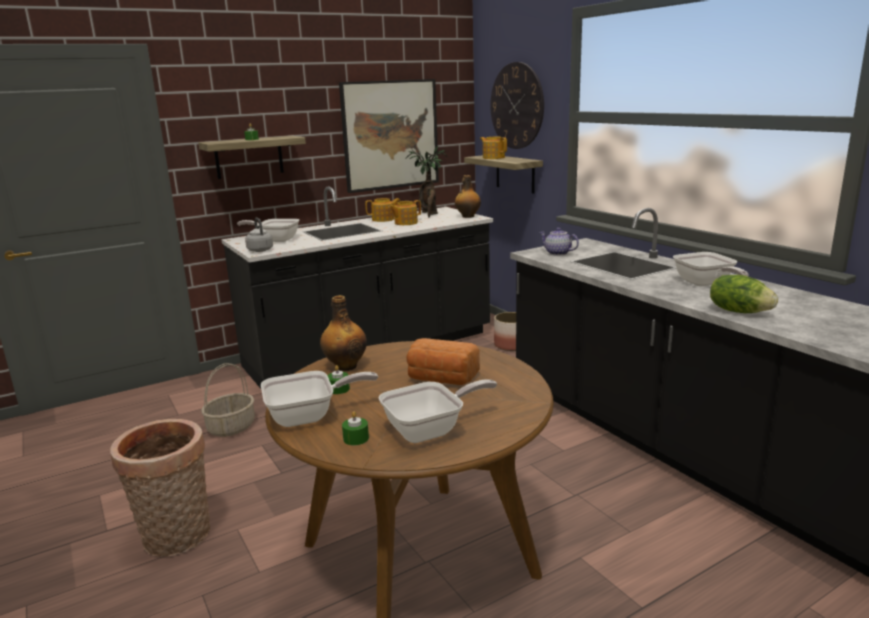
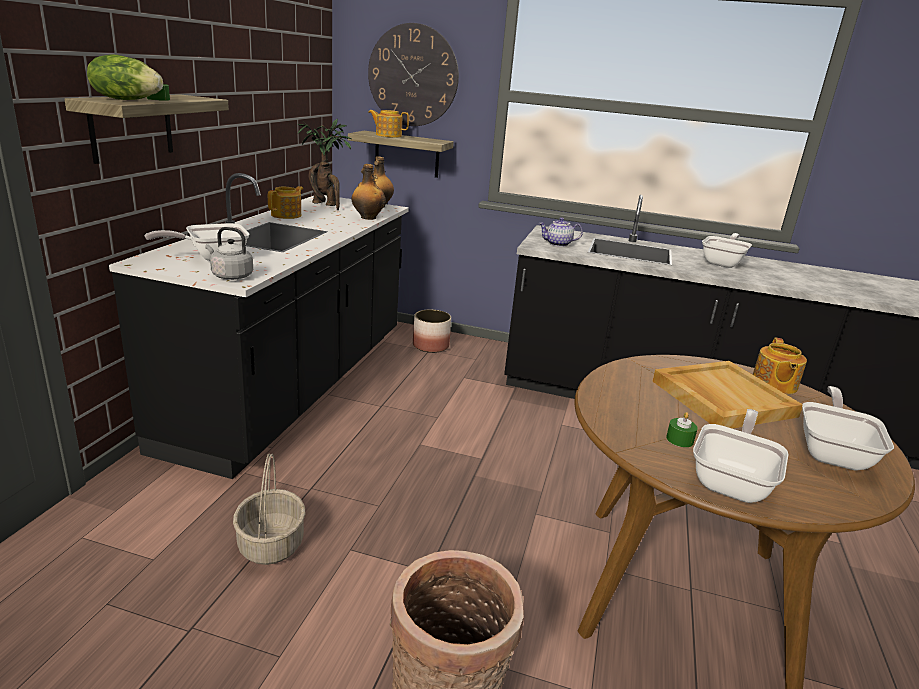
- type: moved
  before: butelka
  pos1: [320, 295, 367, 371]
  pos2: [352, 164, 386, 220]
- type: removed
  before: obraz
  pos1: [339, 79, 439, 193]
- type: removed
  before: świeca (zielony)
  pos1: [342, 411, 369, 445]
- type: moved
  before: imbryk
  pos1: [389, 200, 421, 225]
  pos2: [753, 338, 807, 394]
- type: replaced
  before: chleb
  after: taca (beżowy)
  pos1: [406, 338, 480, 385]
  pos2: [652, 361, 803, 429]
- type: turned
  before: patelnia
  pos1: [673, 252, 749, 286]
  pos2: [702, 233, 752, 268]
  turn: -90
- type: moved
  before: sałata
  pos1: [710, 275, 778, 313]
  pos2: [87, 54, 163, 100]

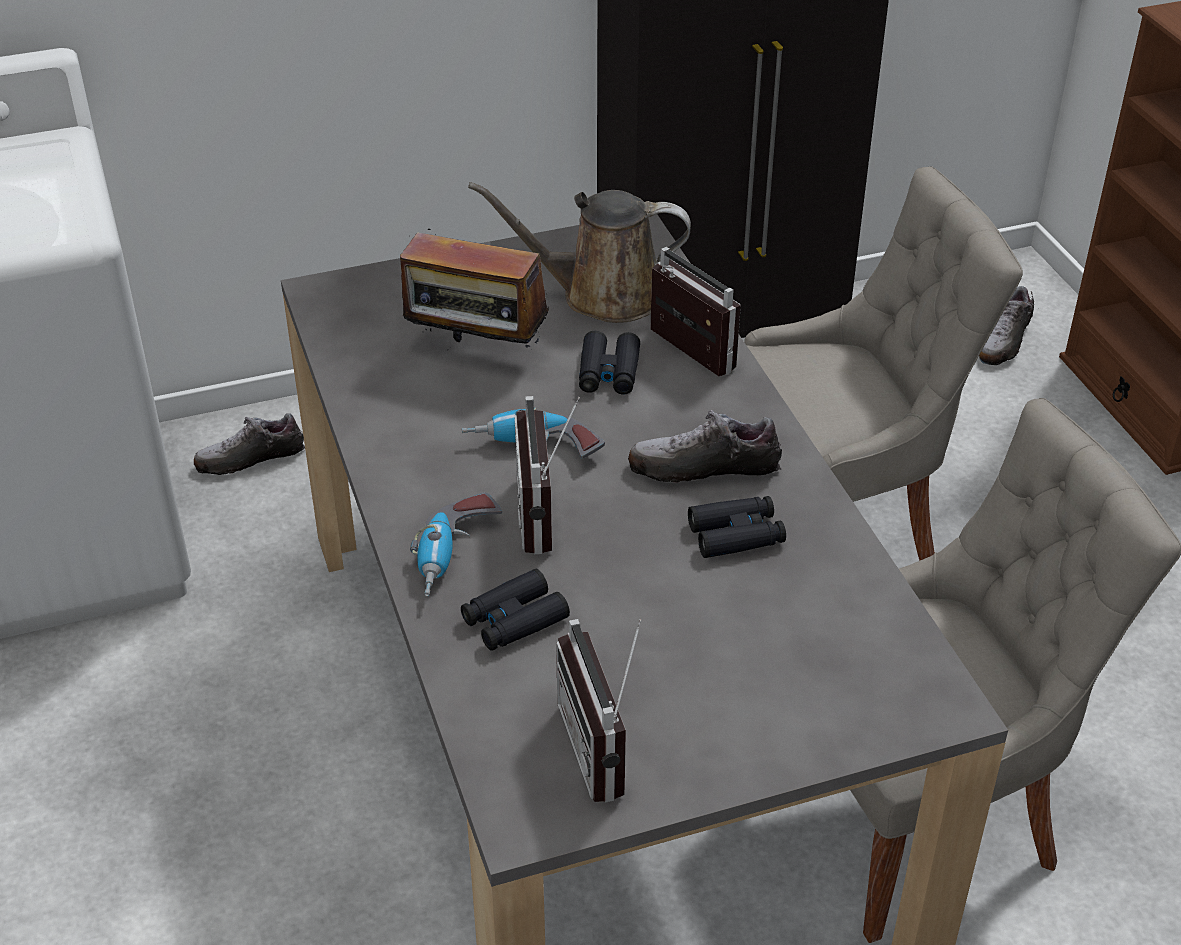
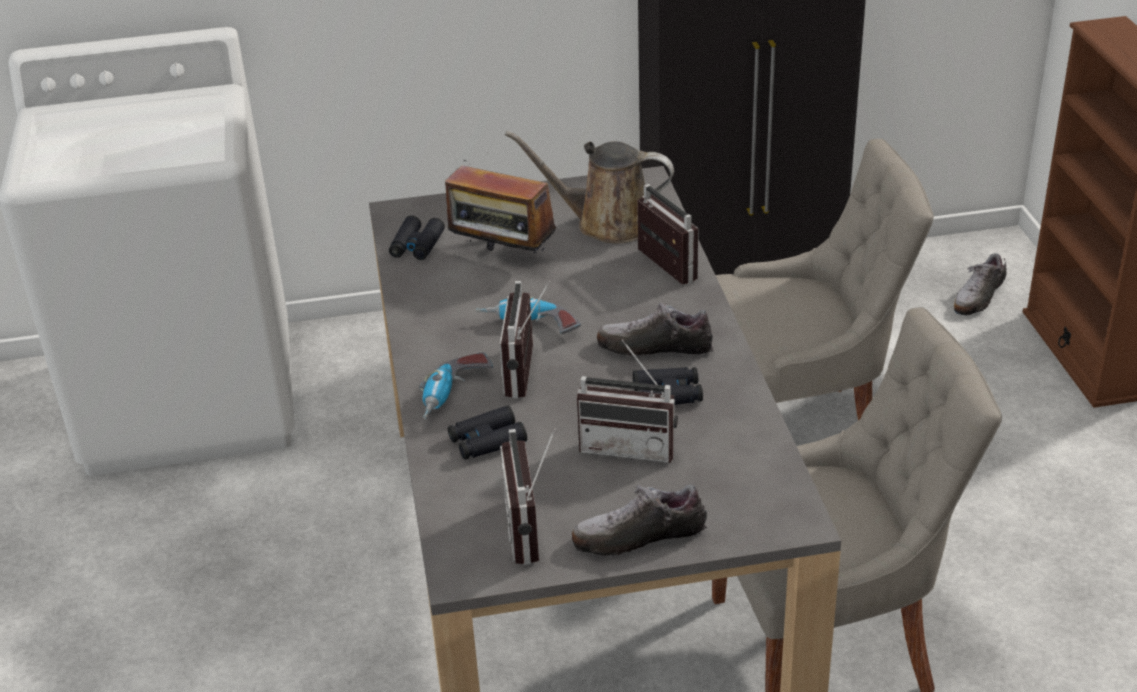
- type: moved
  before: but
  pos1: [194, 413, 305, 475]
  pos2: [572, 484, 707, 556]
- type: moved
  before: lornetka (czarny)
  pos1: [579, 331, 640, 395]
  pos2: [389, 215, 445, 260]
- type: added
  after: radio
  pos2: [577, 339, 678, 463]

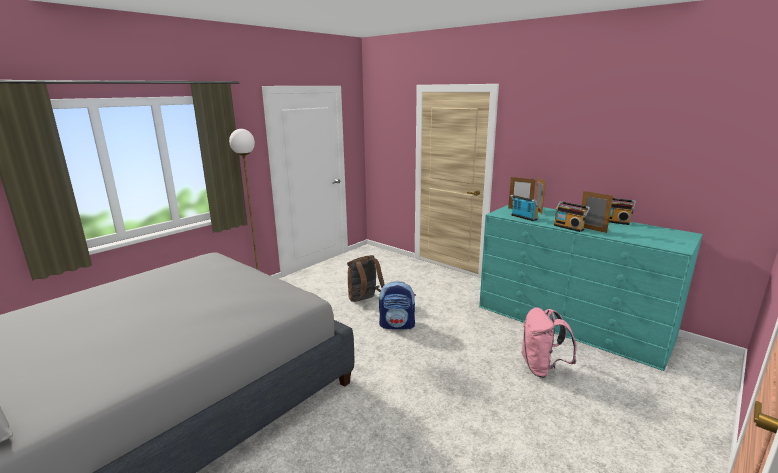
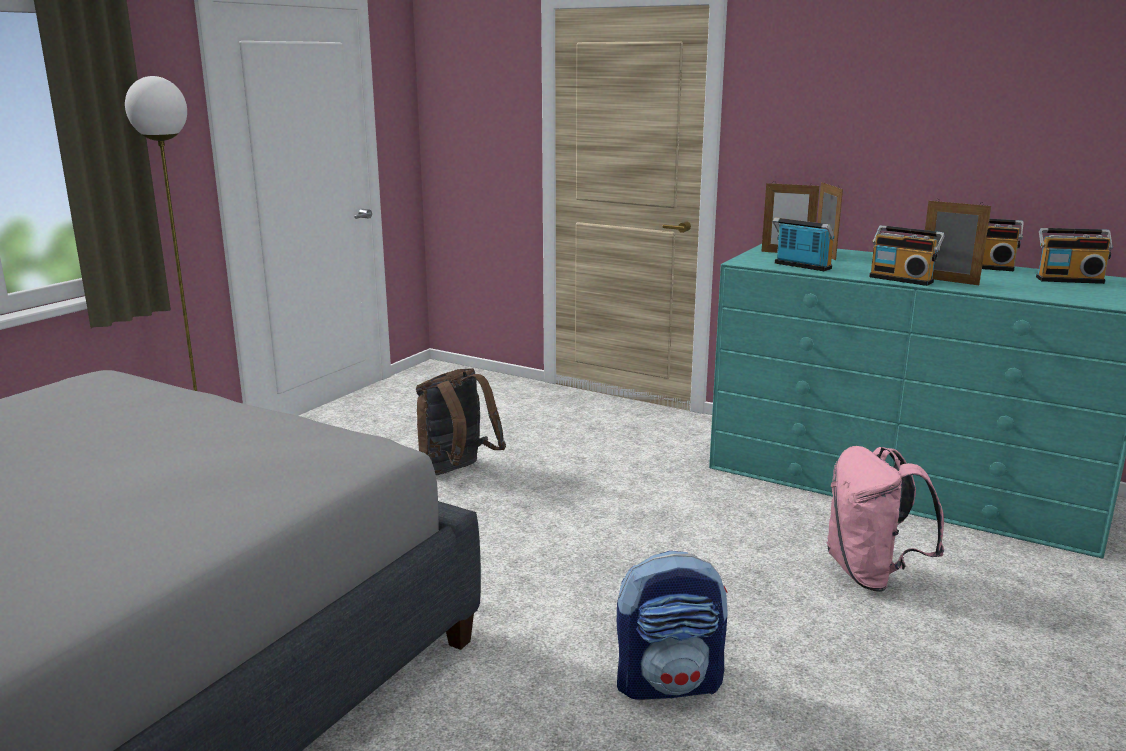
- type: moved
  before: plecak
  pos1: [379, 281, 416, 329]
  pos2: [617, 551, 728, 699]
- type: added
  after: radio
  pos2: [1036, 228, 1113, 284]

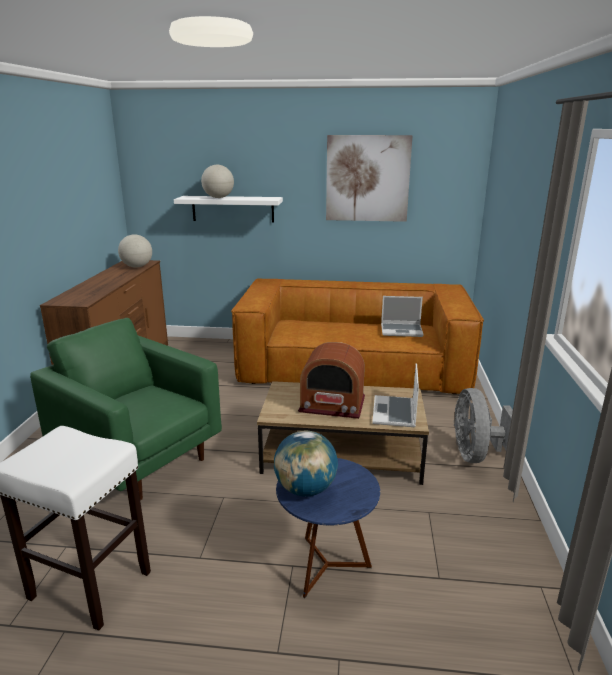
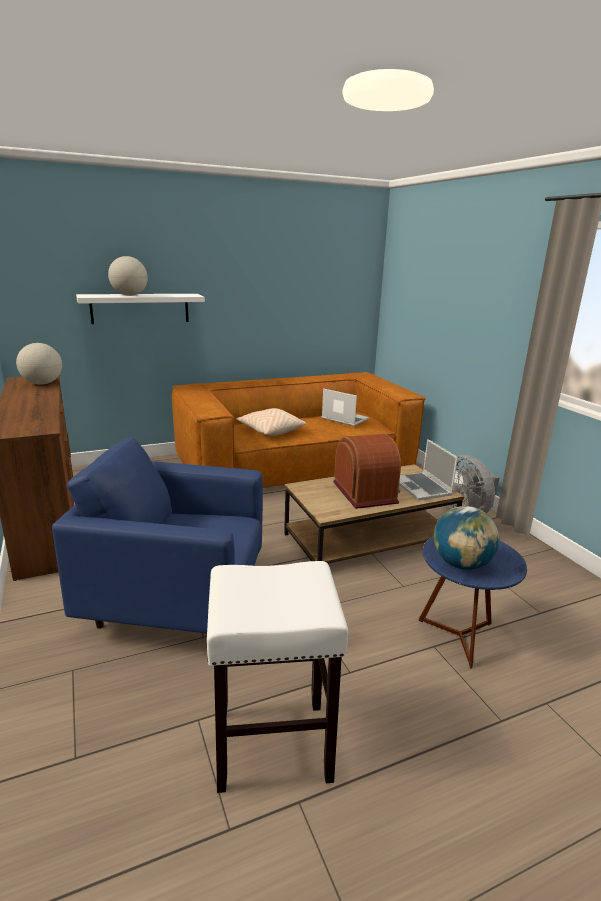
- type: recoloured
  before: fotel (zielony)
  after: fotel (niebieski)
  pos1: [30, 318, 222, 500]
  pos2: [52, 438, 263, 633]
- type: turned
  before: radio
  pos1: [298, 342, 365, 419]
  pos2: [333, 434, 401, 509]
  turn: -90
- type: removed
  before: obraz
  pos1: [326, 135, 413, 222]
- type: turned
  before: laptop
  pos1: [381, 296, 424, 337]
  pos2: [322, 388, 369, 426]
  turn: -120
- type: added
  after: poduszka (beżowy)
  pos2: [236, 408, 306, 436]

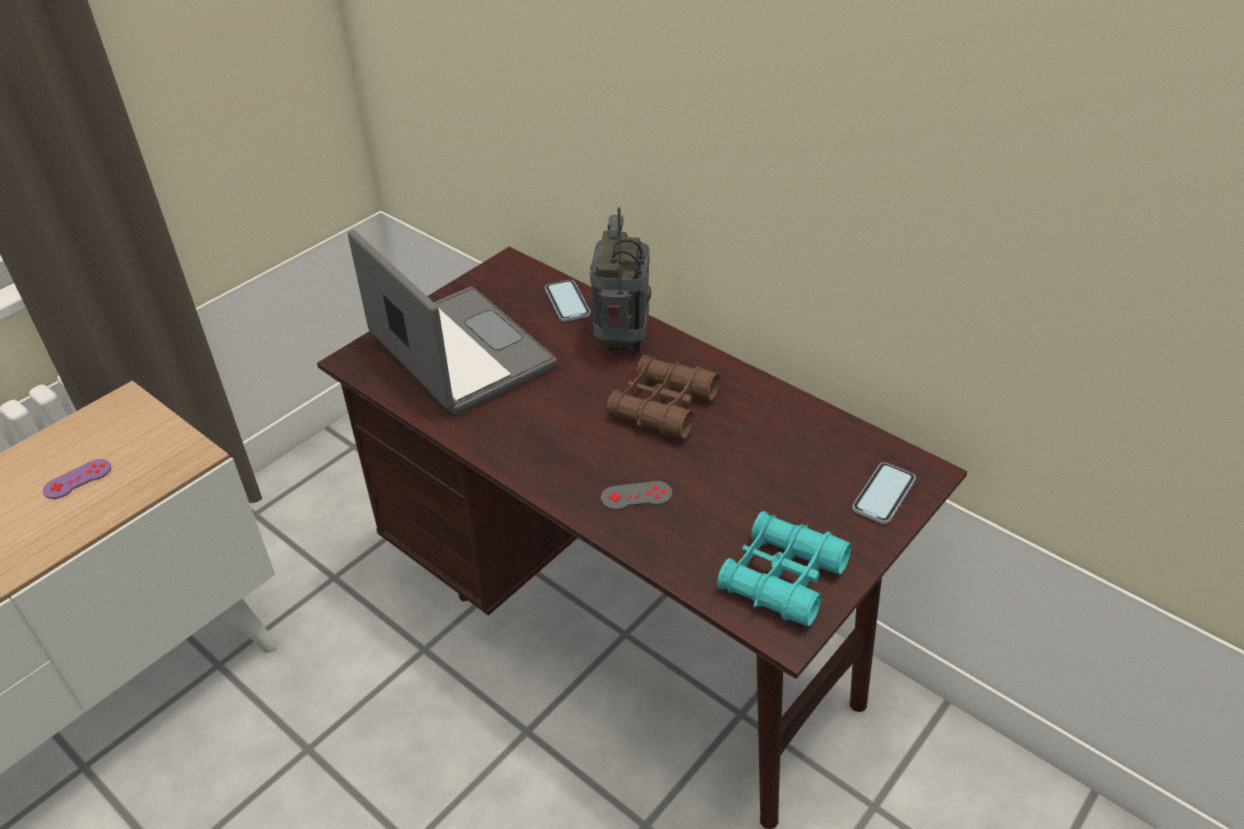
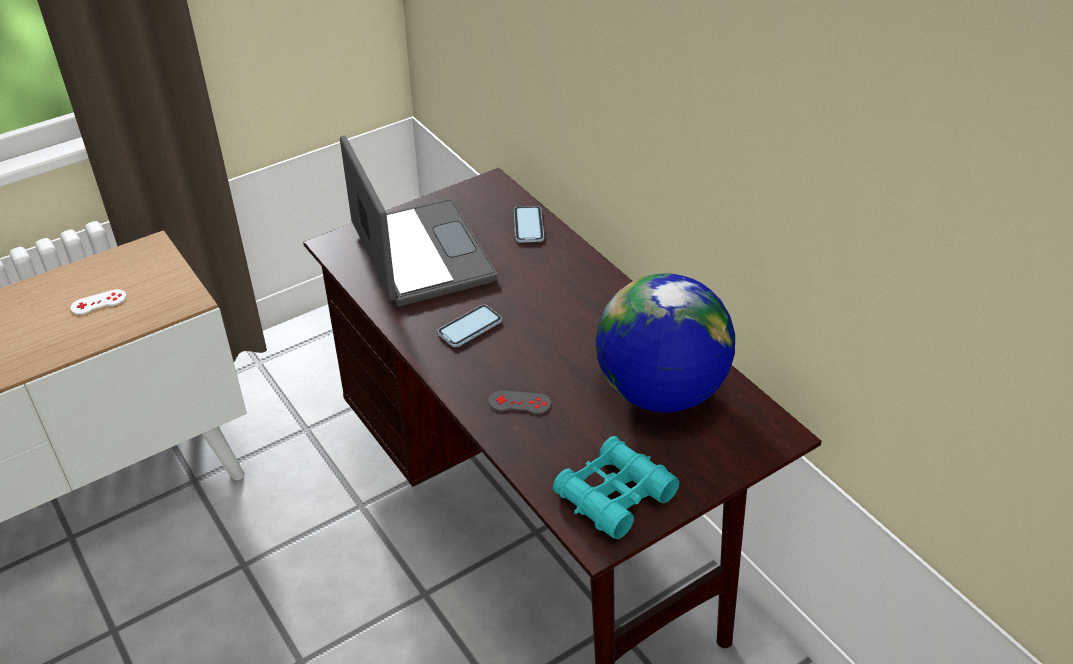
- type: recoloured
  before: pad do gier (fioletowy)
  after: pad do gier (biały)
  pos1: [43, 459, 111, 499]
  pos2: [71, 289, 127, 315]
- type: removed
  before: radio
  pos1: [590, 207, 651, 353]
- type: removed
  before: lornetka (brązowy)
  pos1: [606, 355, 720, 438]
- type: moved
  before: telefon
  pos1: [852, 462, 916, 524]
  pos2: [438, 304, 502, 347]
- type: added
  after: globus
  pos2: [595, 273, 735, 413]

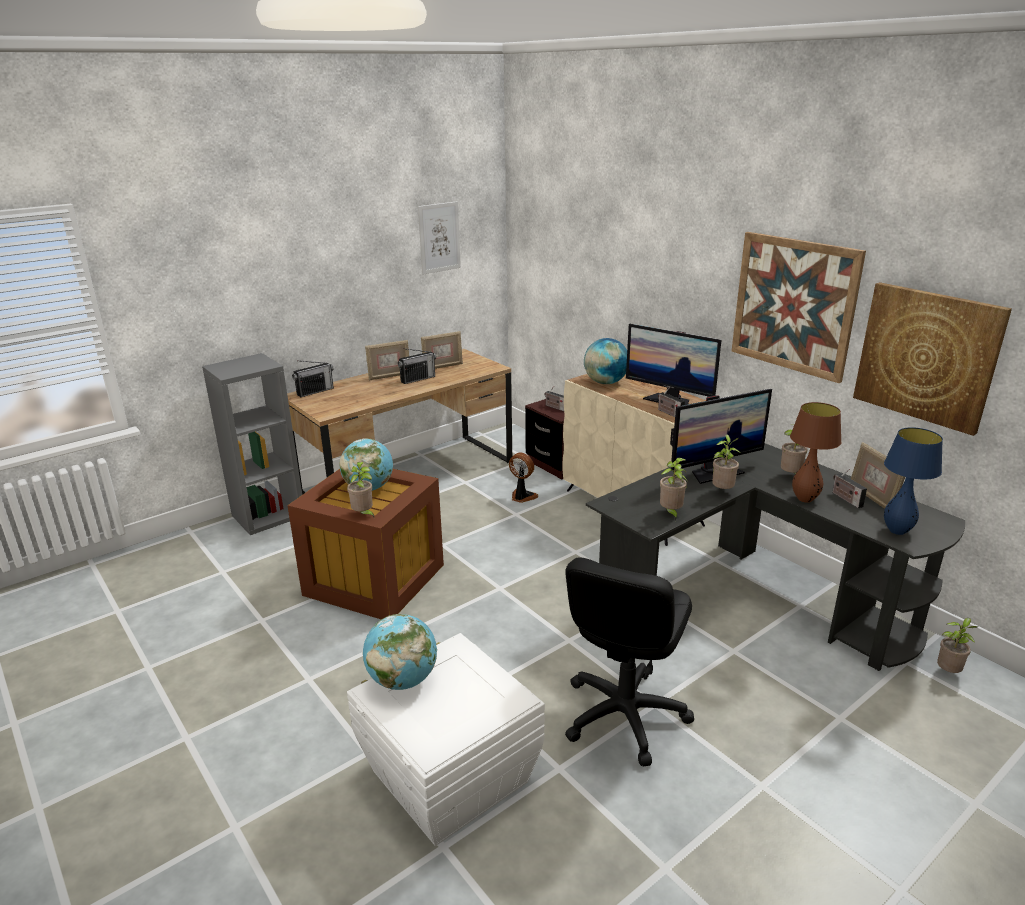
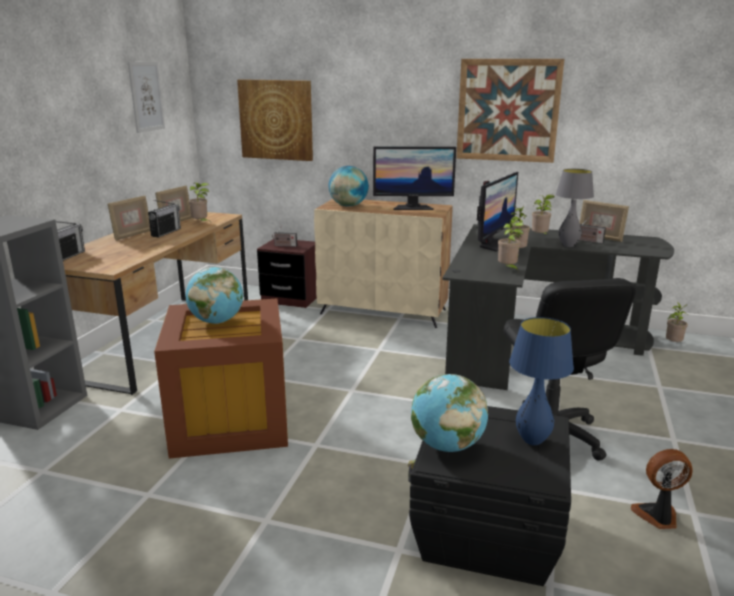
- type: moved
  before: roślina doniczkowa
  pos1: [347, 462, 375, 519]
  pos2: [189, 183, 209, 221]
- type: recoloured
  before: pojemnik do przechowywania (biały)
  after: pojemnik do przechowywania (czarny)
  pos1: [347, 633, 545, 846]
  pos2: [408, 406, 571, 586]
- type: moved
  before: wentylator
  pos1: [509, 453, 539, 503]
  pos2: [631, 449, 693, 529]
- type: removed
  before: radio
  pos1: [658, 387, 685, 417]
- type: recoloured
  before: lampa stołowa (brązowy)
  after: lampa stołowa (szary)
  pos1: [790, 402, 842, 503]
  pos2: [556, 169, 594, 247]
- type: moved
  before: obraz
  pos1: [853, 282, 1012, 436]
  pos2: [237, 79, 313, 161]
- type: moved
  before: lampa stołowa (niebieski)
  pos1: [884, 427, 943, 535]
  pos2: [509, 317, 574, 445]

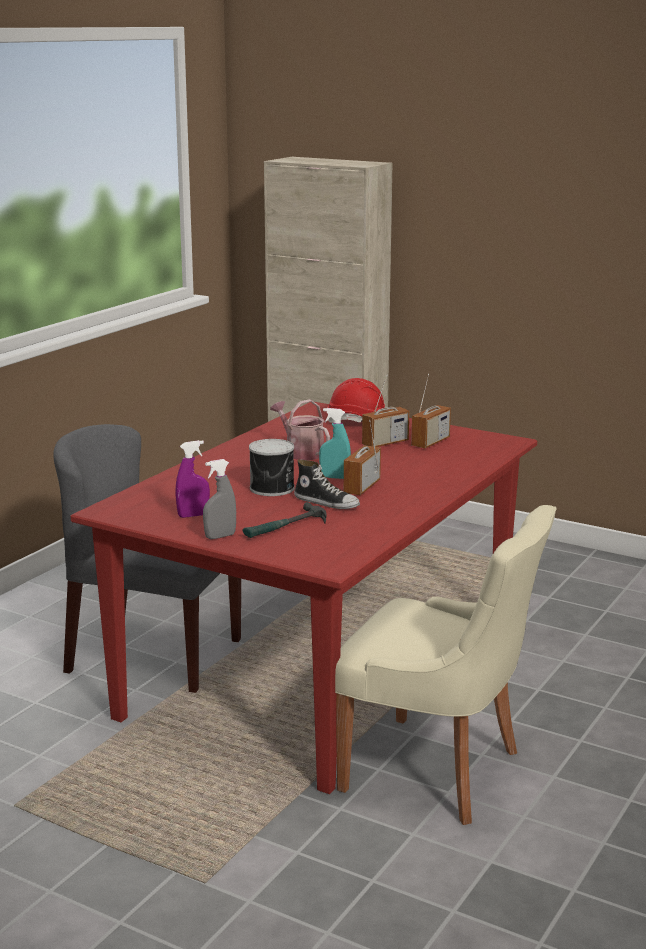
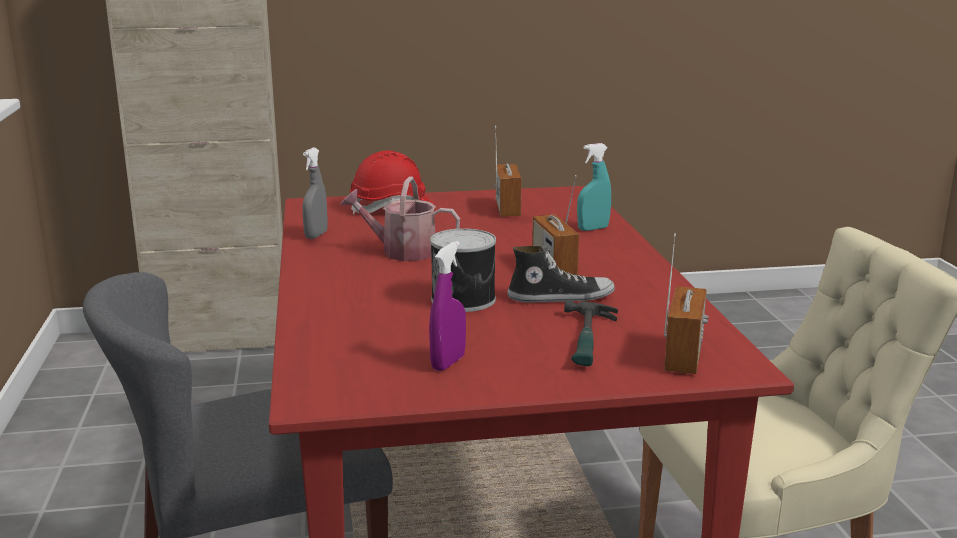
- type: moved
  before: spryskiwacz (szary)
  pos1: [203, 459, 236, 539]
  pos2: [302, 148, 328, 239]
- type: moved
  before: spryskiwacz (turkusowy)
  pos1: [319, 408, 351, 479]
  pos2: [577, 143, 611, 231]
- type: moved
  before: radio
  pos1: [362, 374, 409, 447]
  pos2: [664, 233, 708, 374]

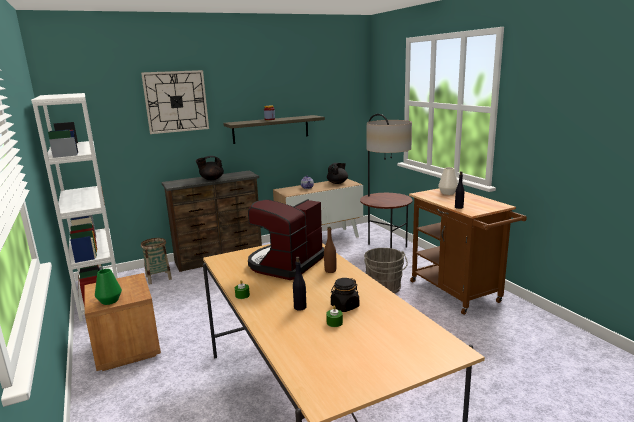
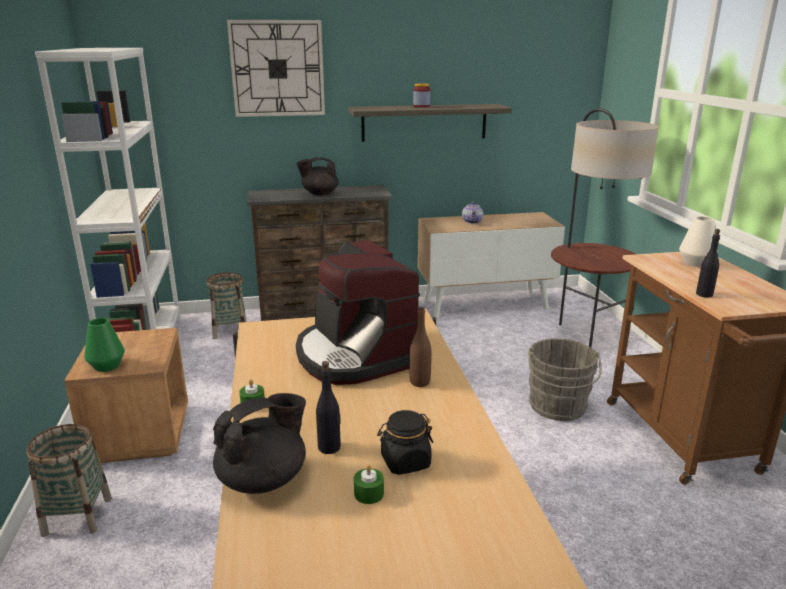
- type: turned
  before: ekspres do kawy
  pos1: [248, 199, 324, 280]
  pos2: [296, 240, 420, 385]
  turn: -75
- type: moved
  before: imbryk (czarny)
  pos1: [327, 163, 348, 184]
  pos2: [213, 393, 306, 494]
- type: added
  after: koszyk
  pos2: [27, 424, 112, 537]

